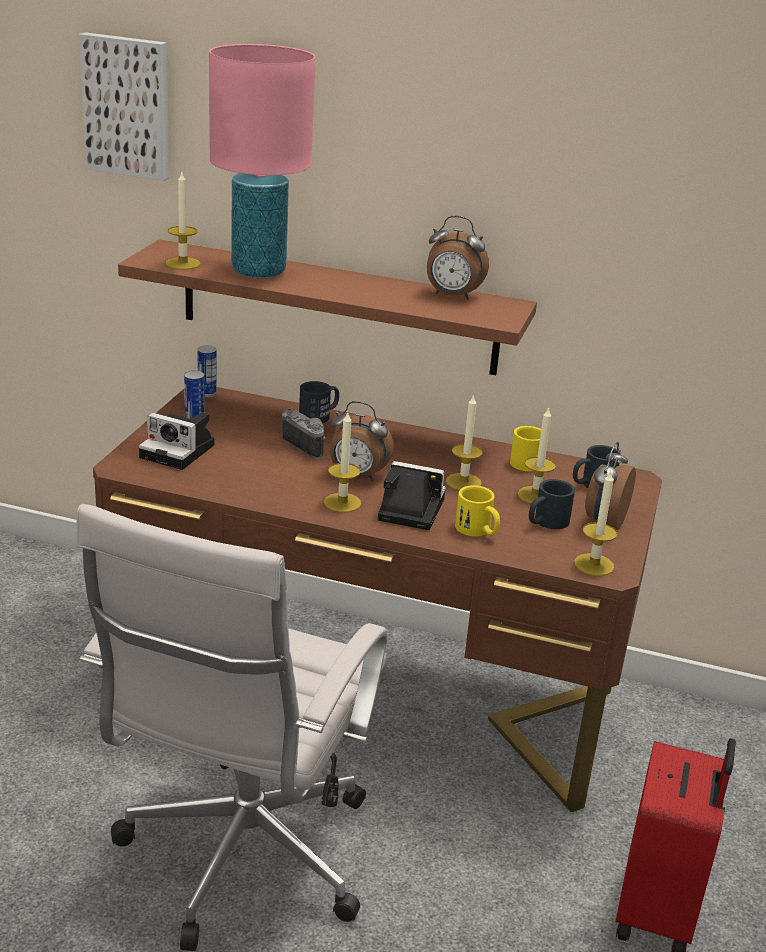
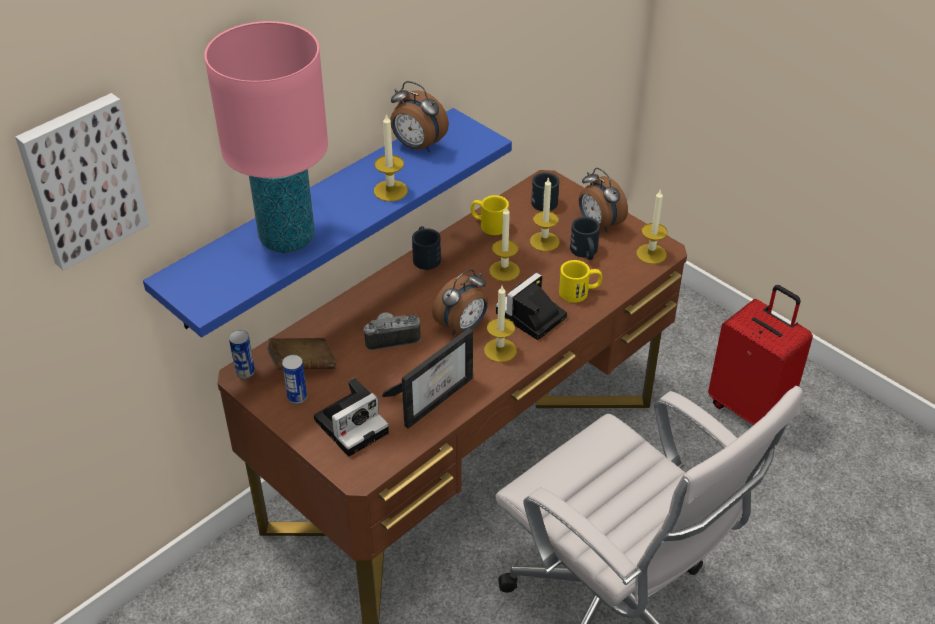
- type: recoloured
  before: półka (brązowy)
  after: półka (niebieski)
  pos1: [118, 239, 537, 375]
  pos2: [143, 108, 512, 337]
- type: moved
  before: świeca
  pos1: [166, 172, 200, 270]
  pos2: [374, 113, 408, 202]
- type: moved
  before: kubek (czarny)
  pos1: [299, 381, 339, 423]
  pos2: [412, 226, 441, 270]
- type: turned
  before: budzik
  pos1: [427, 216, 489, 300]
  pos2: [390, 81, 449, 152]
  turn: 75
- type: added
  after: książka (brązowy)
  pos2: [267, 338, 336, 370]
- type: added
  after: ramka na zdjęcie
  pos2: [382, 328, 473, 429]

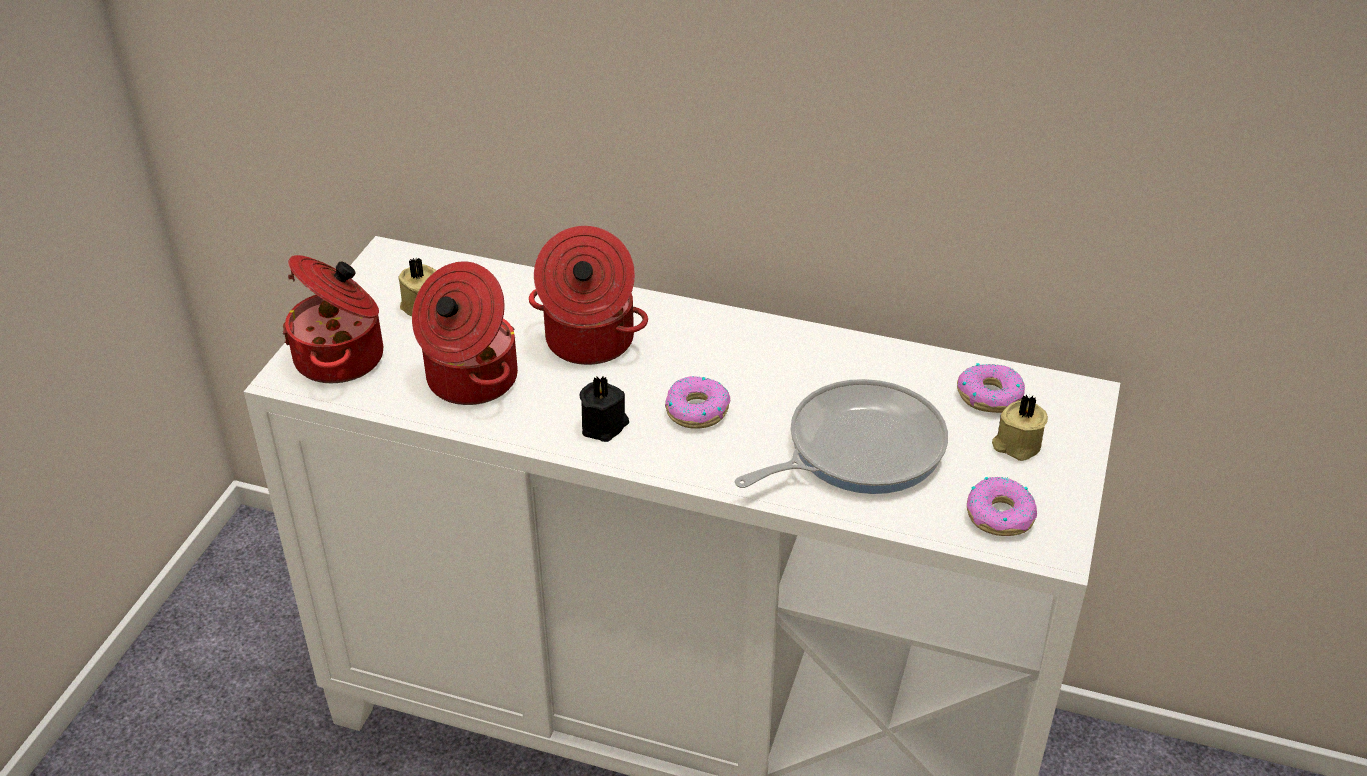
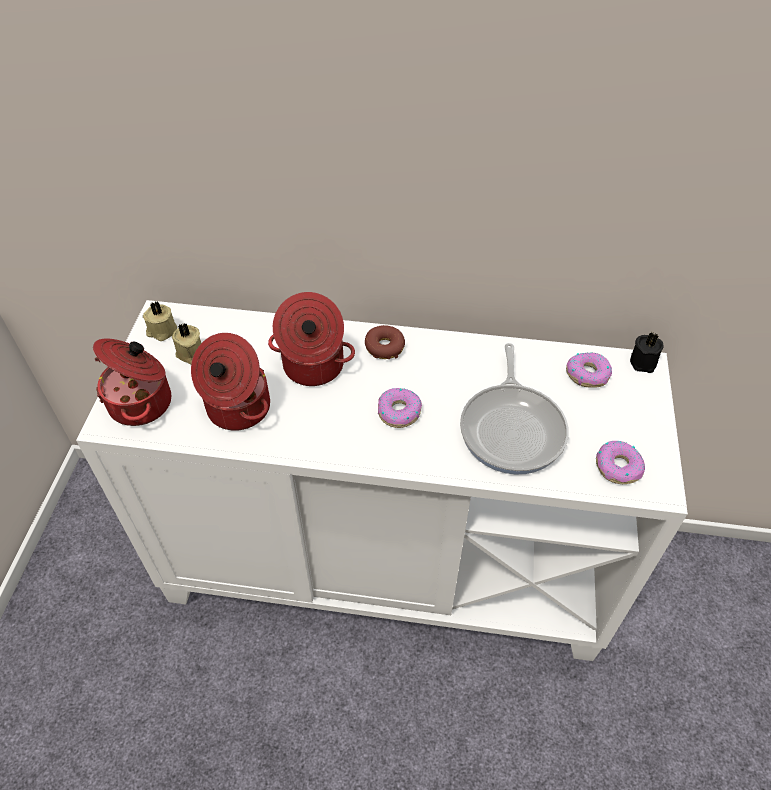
- type: moved
  before: świeca (czarny)
  pos1: [580, 375, 629, 442]
  pos2: [630, 332, 664, 373]
- type: turned
  before: patelnia
  pos1: [734, 379, 948, 494]
  pos2: [460, 343, 569, 475]
  turn: 135
- type: moved
  before: świeca (beżowy)
  pos1: [992, 395, 1048, 461]
  pos2: [143, 301, 177, 341]
- type: added
  after: donut
  pos2: [365, 325, 405, 359]

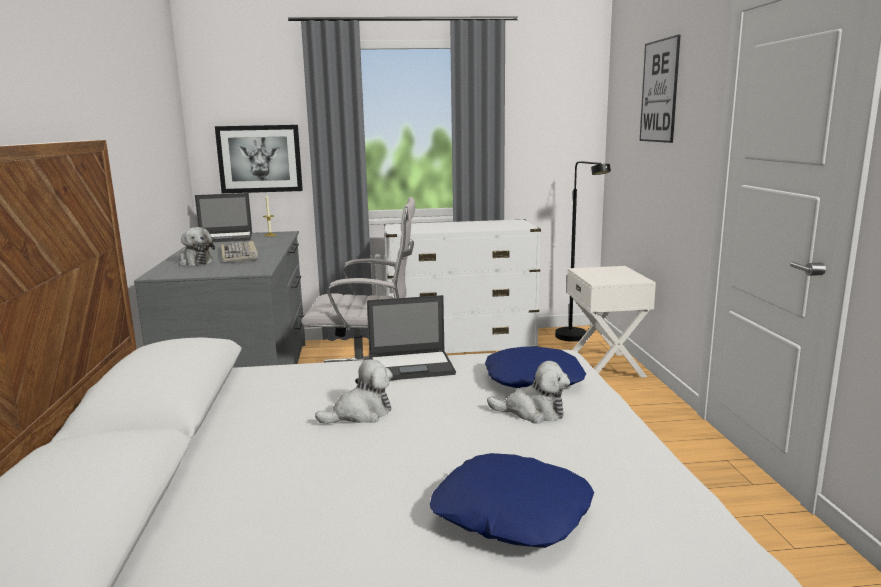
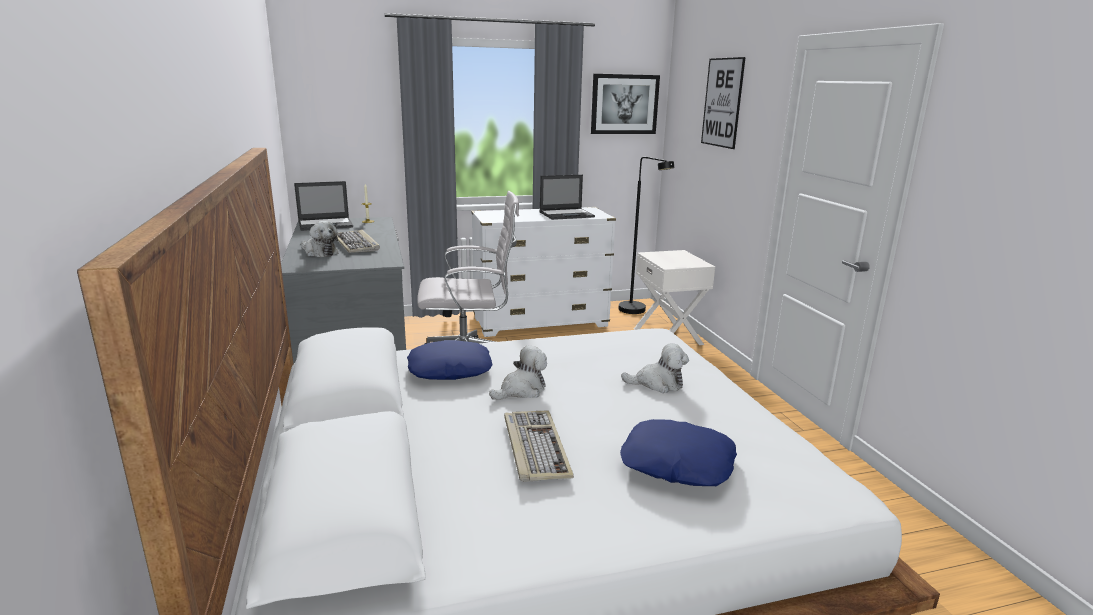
- type: moved
  before: obraz
  pos1: [215, 125, 303, 193]
  pos2: [591, 74, 660, 134]
- type: moved
  before: laptop
  pos1: [367, 295, 456, 380]
  pos2: [539, 175, 595, 220]
- type: moved
  before: poduszka (niebieski)
  pos1: [485, 347, 586, 388]
  pos2: [407, 340, 493, 380]
- type: added
  after: klawiatura
  pos2: [504, 411, 574, 482]

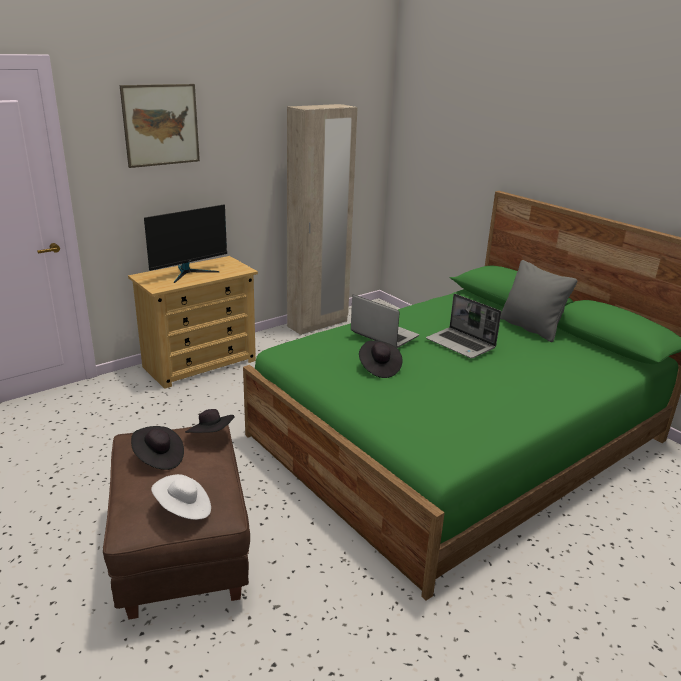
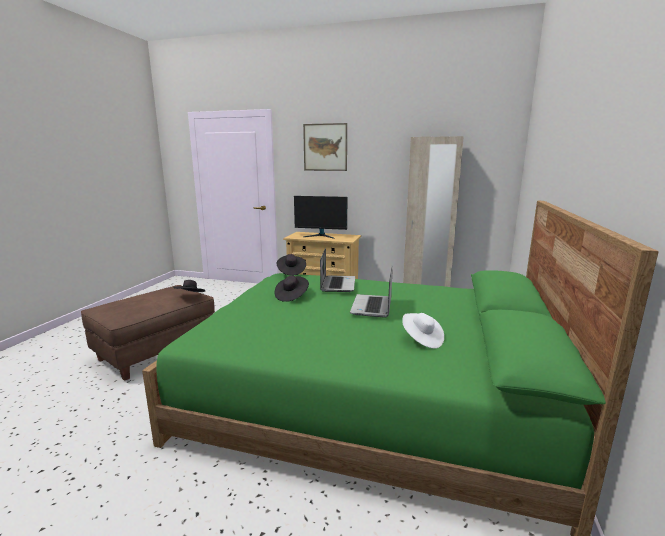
- type: moved
  before: kapelusz (czarny)
  pos1: [131, 426, 184, 470]
  pos2: [277, 254, 306, 276]
- type: moved
  before: kapelusz (biały)
  pos1: [151, 474, 211, 520]
  pos2: [402, 313, 444, 349]
- type: removed
  before: poduszka (szary)
  pos1: [500, 260, 577, 342]

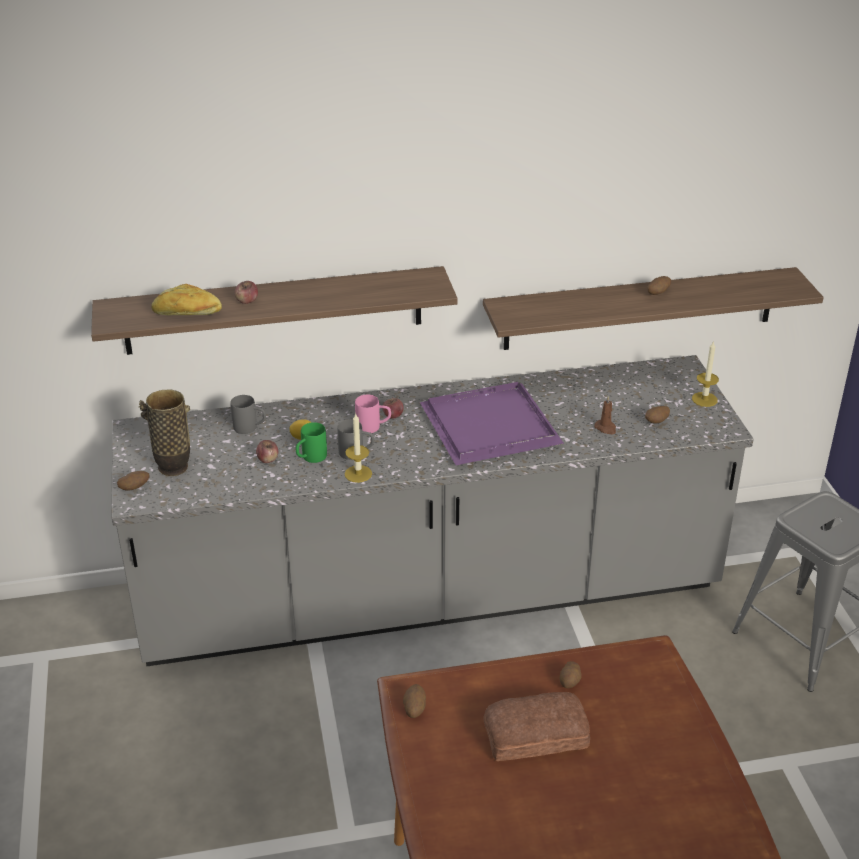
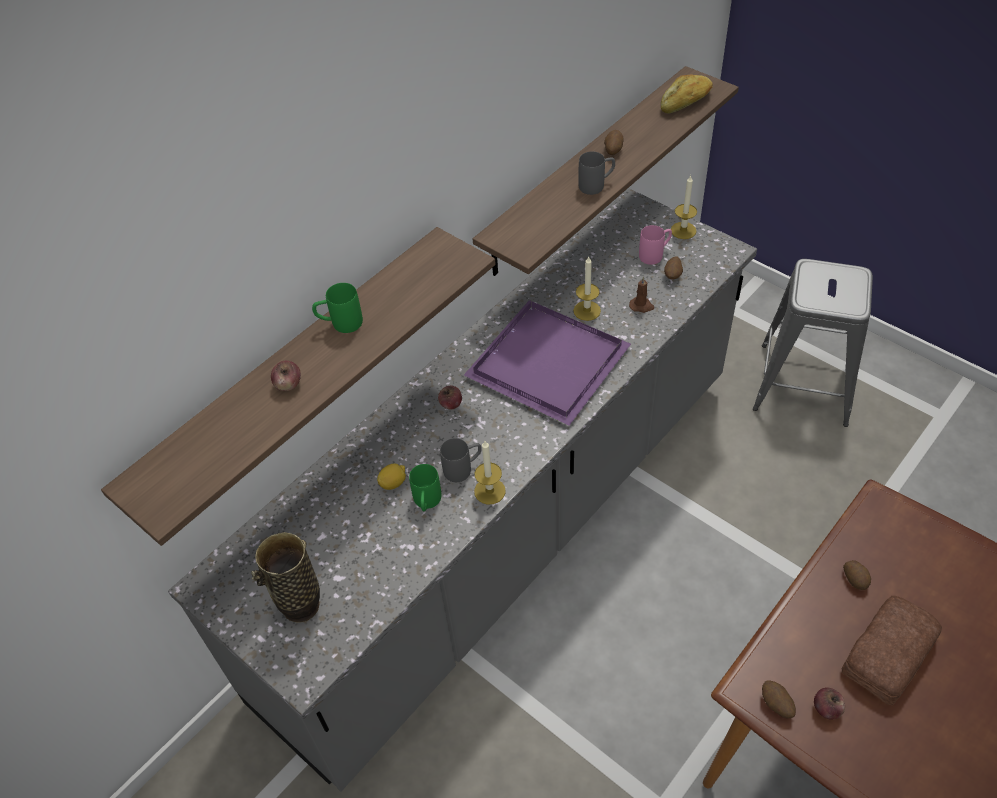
- type: removed
  before: ziemniak
  pos1: [117, 471, 149, 491]
- type: moved
  before: chleb
  pos1: [151, 284, 222, 316]
  pos2: [661, 75, 713, 114]
- type: moved
  before: kubek (szary)
  pos1: [230, 395, 266, 434]
  pos2: [578, 151, 615, 195]
- type: moved
  before: jabłko
  pos1: [256, 440, 278, 463]
  pos2: [814, 687, 845, 720]
- type: moved
  before: kubek (różowy)
  pos1: [355, 395, 391, 433]
  pos2: [639, 225, 672, 265]
- type: added
  after: kubek (zielony)
  pos2: [312, 283, 363, 333]
- type: added
  after: świeca
  pos2: [573, 257, 601, 321]

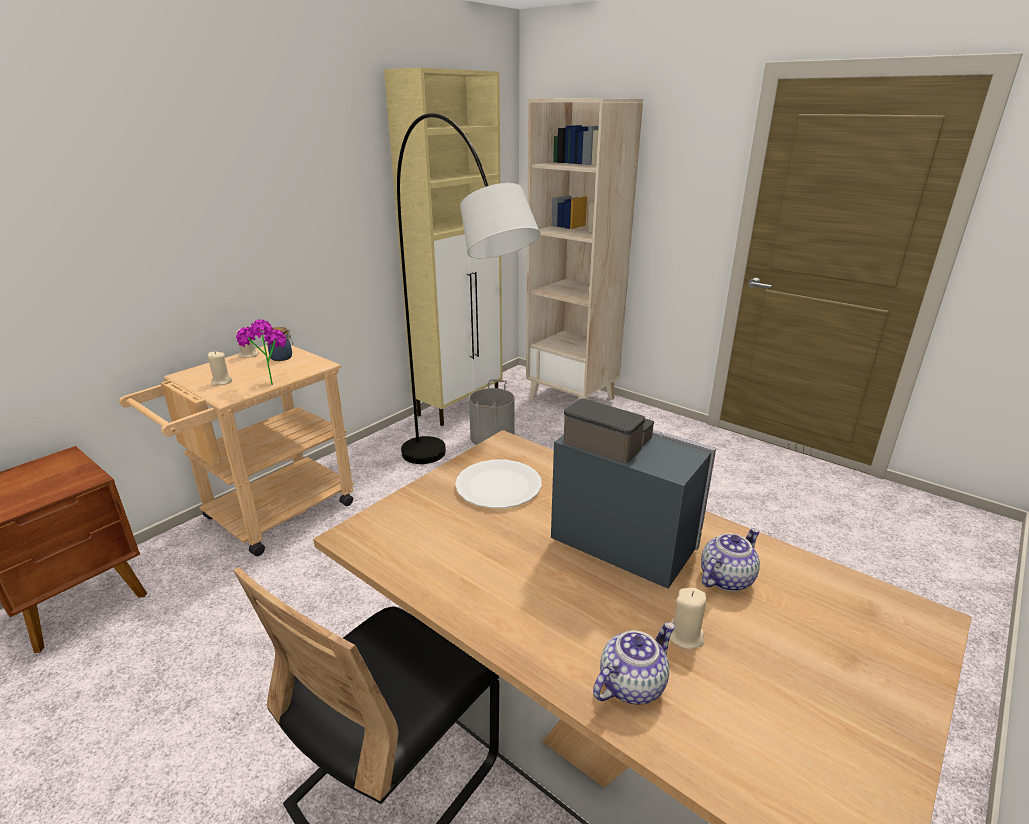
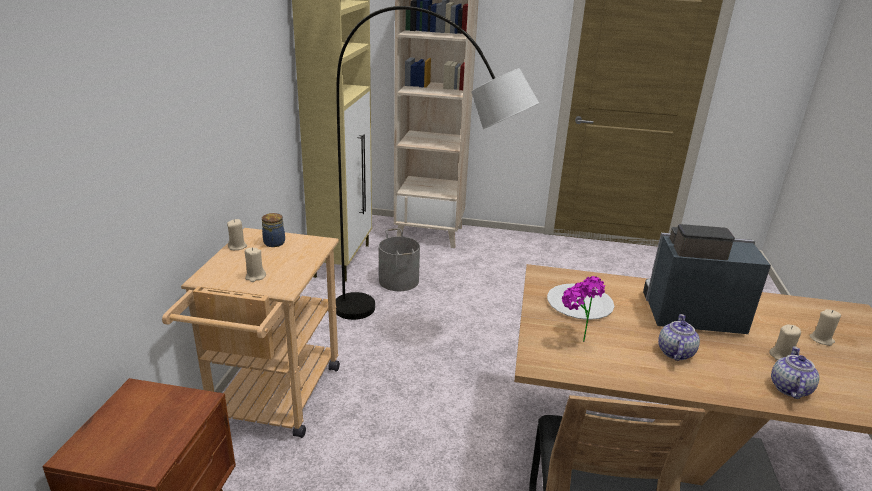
- type: moved
  before: roślina doniczkowa
  pos1: [236, 319, 287, 385]
  pos2: [562, 276, 605, 342]
- type: moved
  before: imbryk
  pos1: [701, 528, 760, 591]
  pos2: [658, 314, 700, 361]
- type: added
  after: świeca (beżowy)
  pos2: [810, 309, 841, 346]

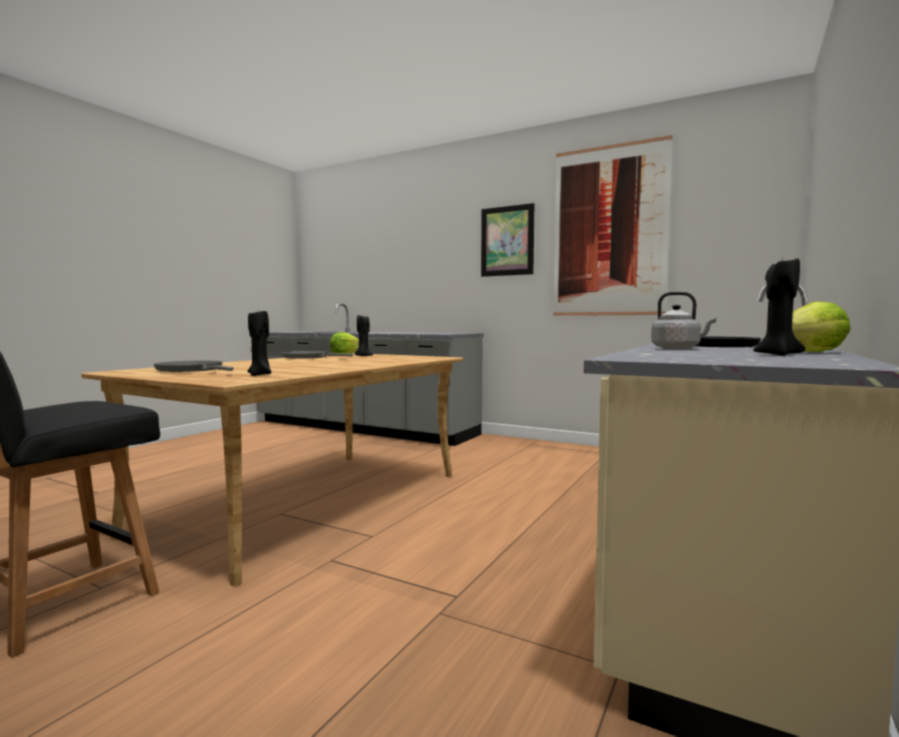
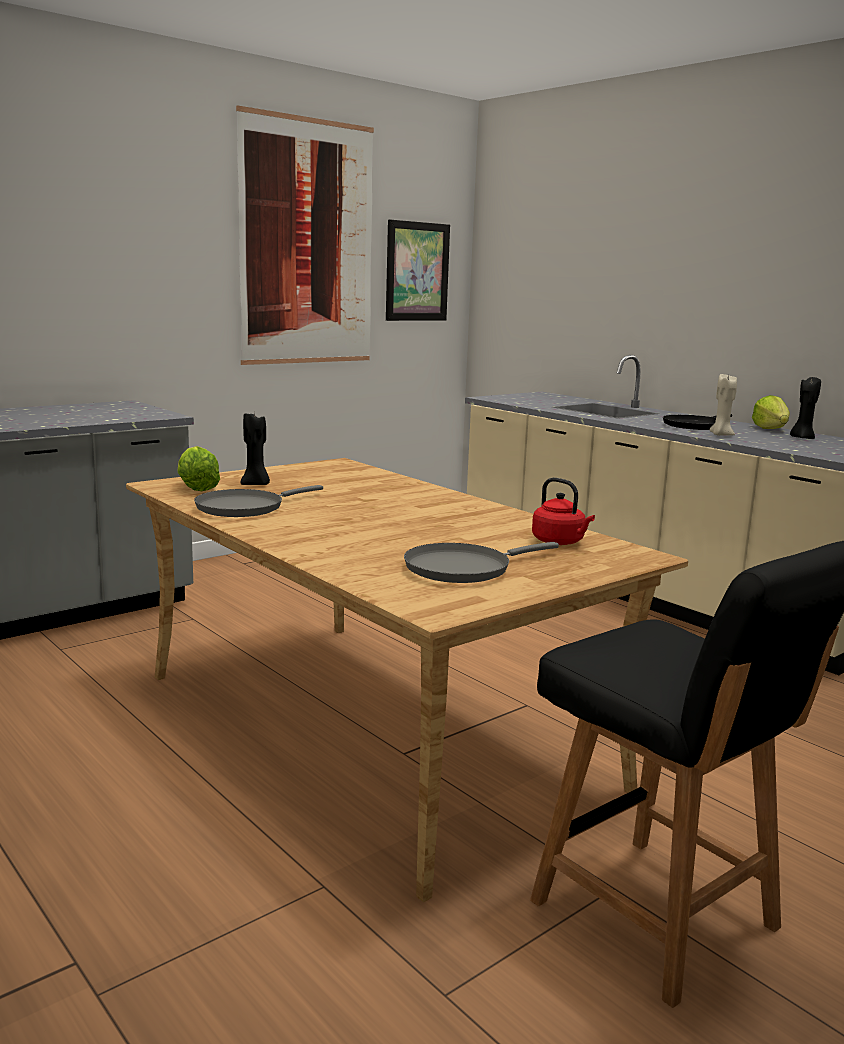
- type: replaced
  before: świeca (czarny)
  after: czajnik (czerwony)
  pos1: [247, 311, 272, 376]
  pos2: [532, 478, 595, 545]
- type: moved
  before: obraz
  pos1: [481, 203, 534, 277]
  pos2: [386, 219, 450, 321]
- type: replaced
  before: czajnik (szary)
  after: świeca (beżowy)
  pos1: [651, 292, 716, 349]
  pos2: [710, 374, 737, 436]

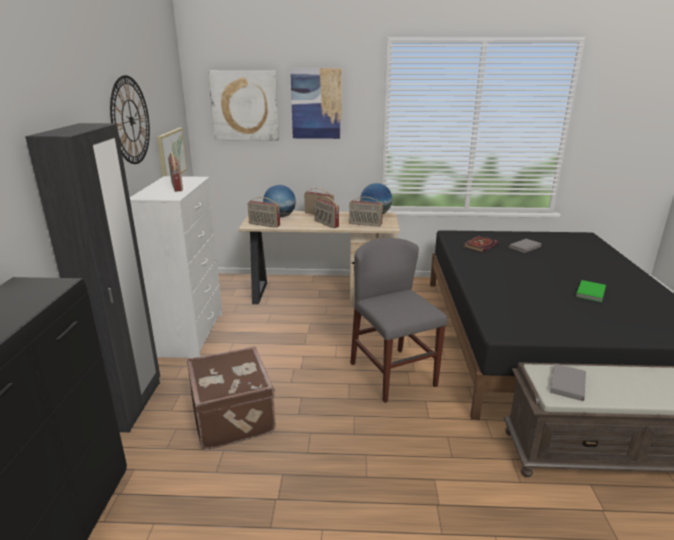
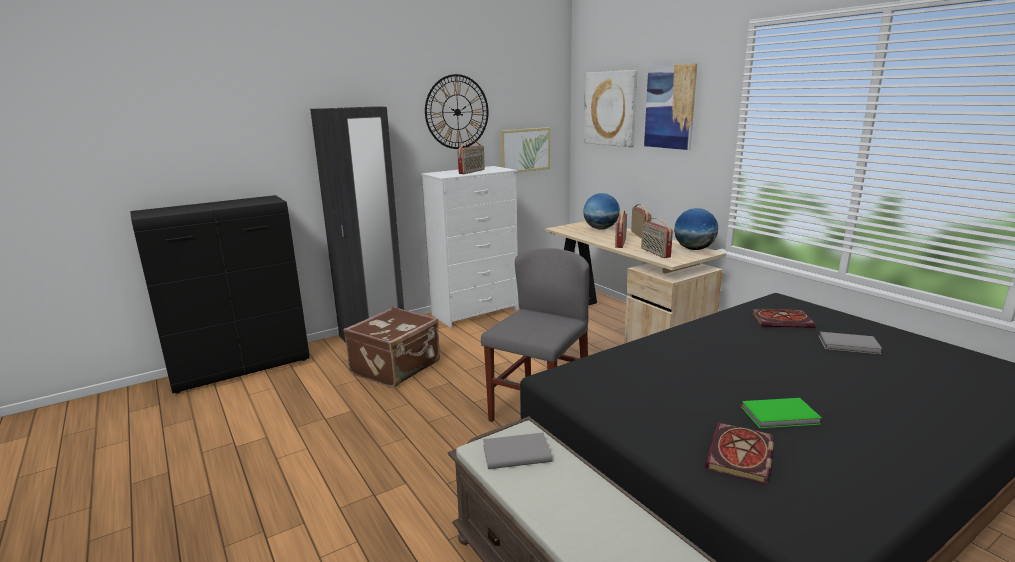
- type: removed
  before: radio
  pos1: [248, 197, 280, 228]
- type: added
  after: książka
  pos2: [705, 422, 774, 485]

